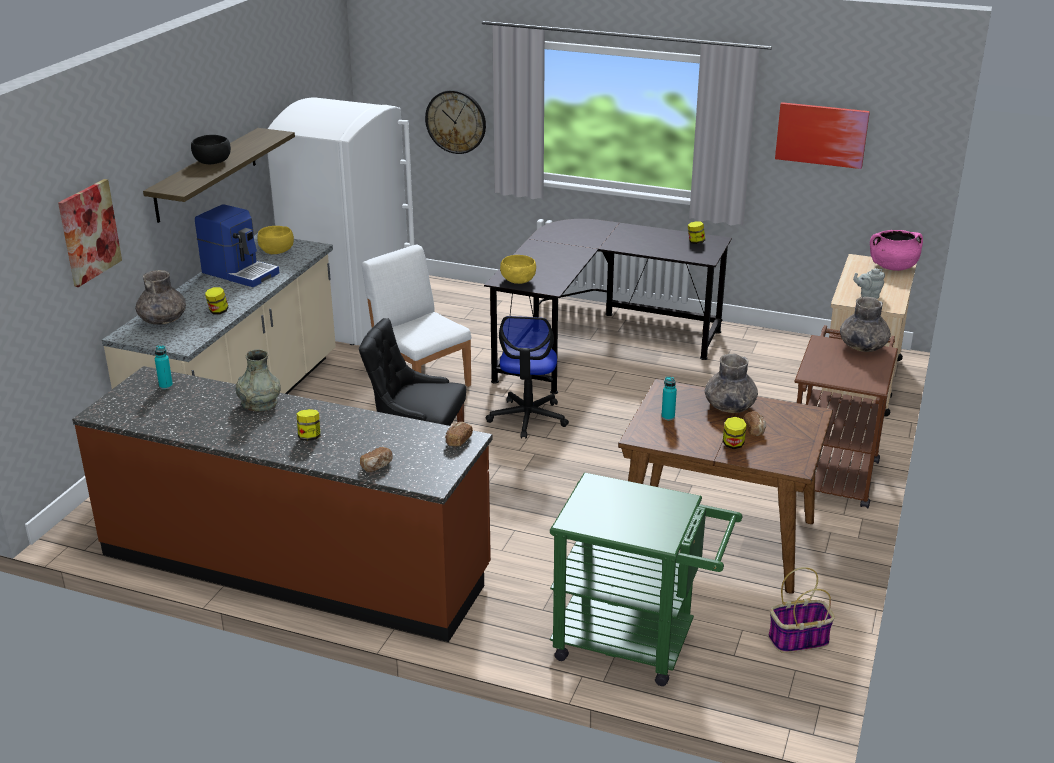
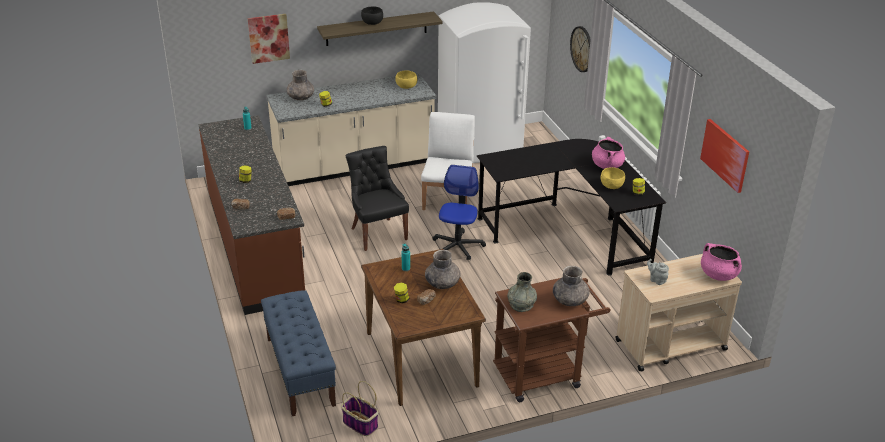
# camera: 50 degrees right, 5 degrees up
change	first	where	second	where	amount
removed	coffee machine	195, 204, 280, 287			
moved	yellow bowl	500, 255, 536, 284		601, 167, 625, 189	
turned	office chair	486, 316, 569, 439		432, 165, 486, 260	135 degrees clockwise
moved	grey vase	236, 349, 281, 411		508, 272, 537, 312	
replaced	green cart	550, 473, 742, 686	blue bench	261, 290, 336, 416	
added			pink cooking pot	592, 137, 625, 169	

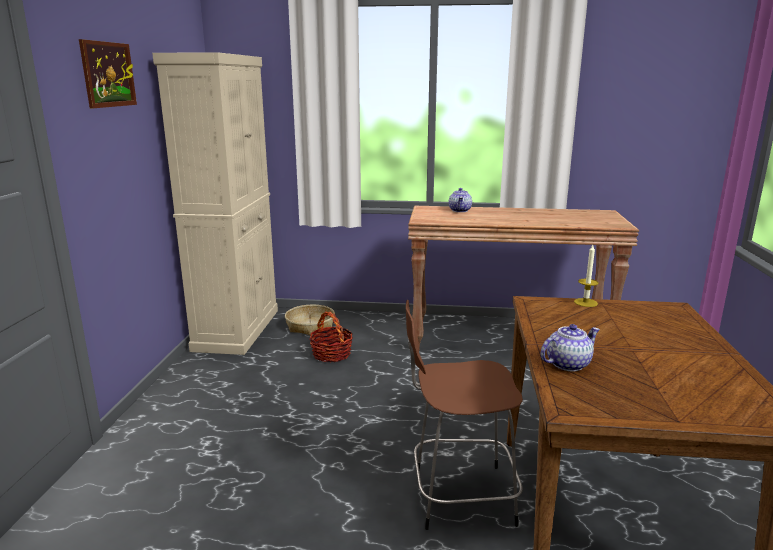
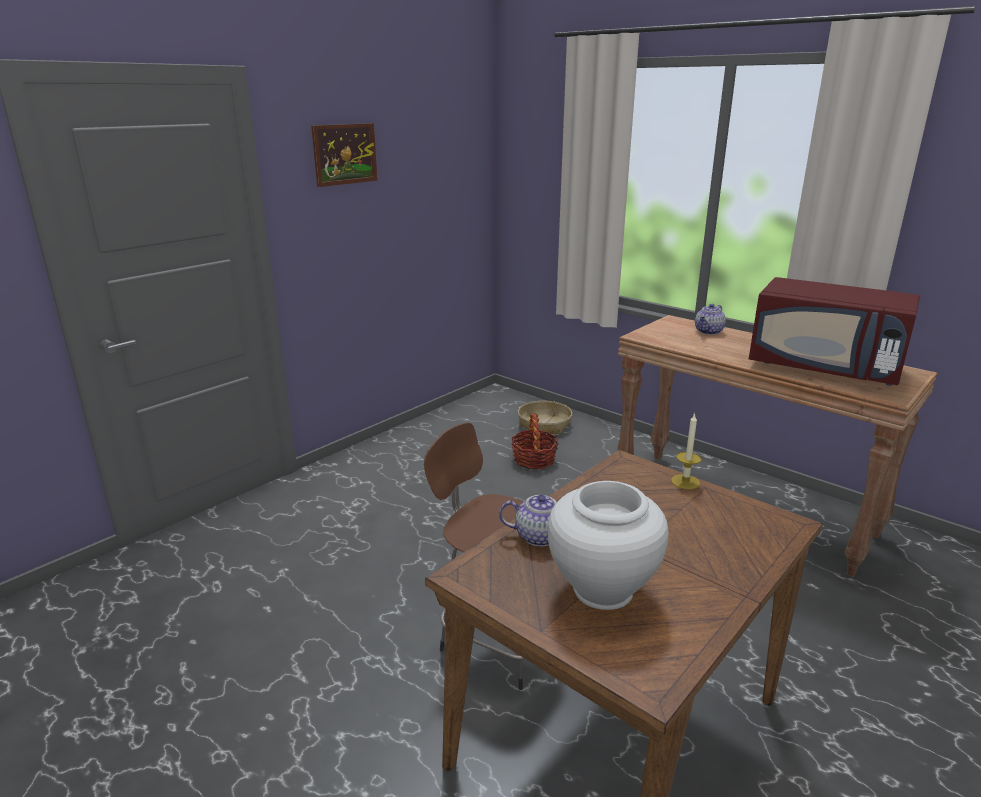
# camera: 35 degrees right, 5 degrees up
change	first	where	second	where	amount
removed	beige cabinet	152, 52, 278, 355			
added			red microwave	749, 277, 920, 386	
added			white vase	548, 481, 668, 610	

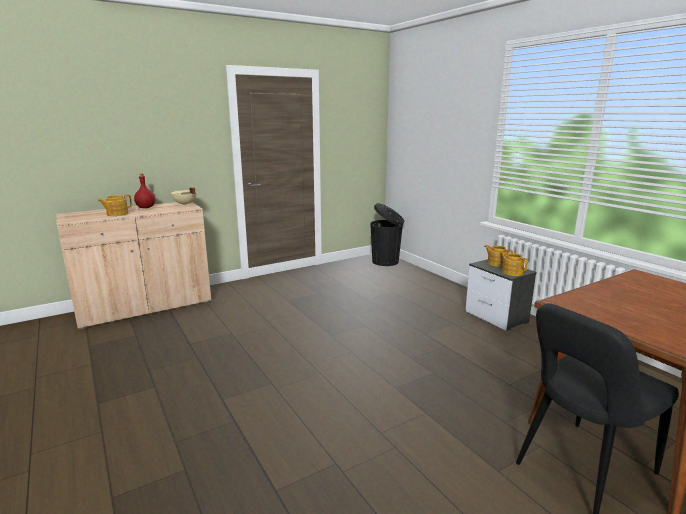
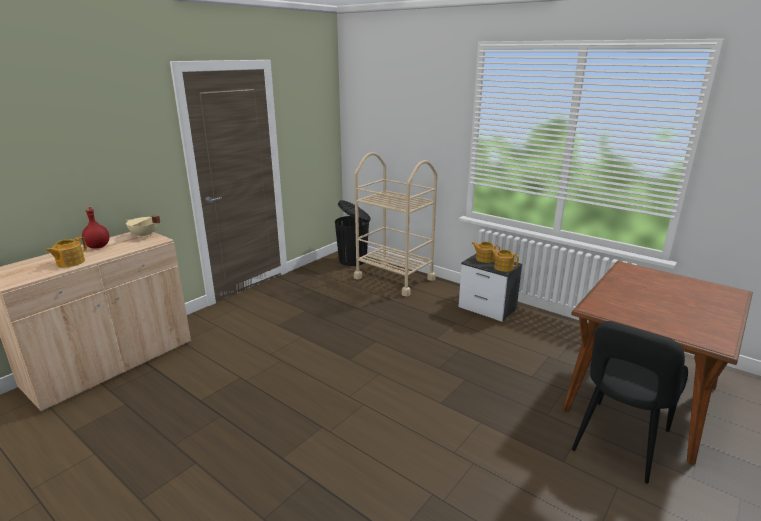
# camera: 20 degrees left, 5 degrees up
change	first	where	second	where	amount
added			beige cart	354, 152, 438, 296	

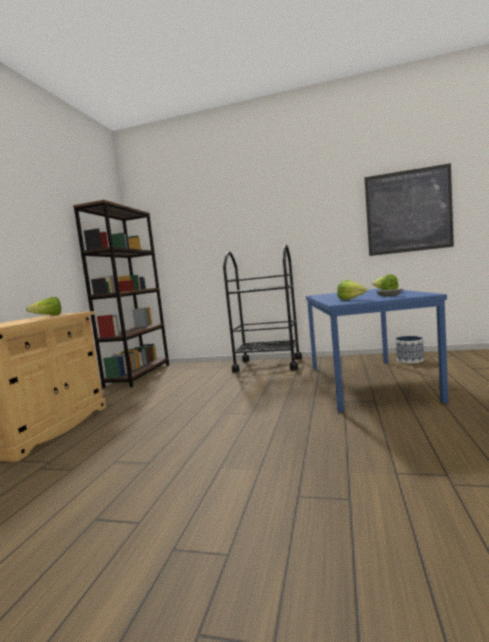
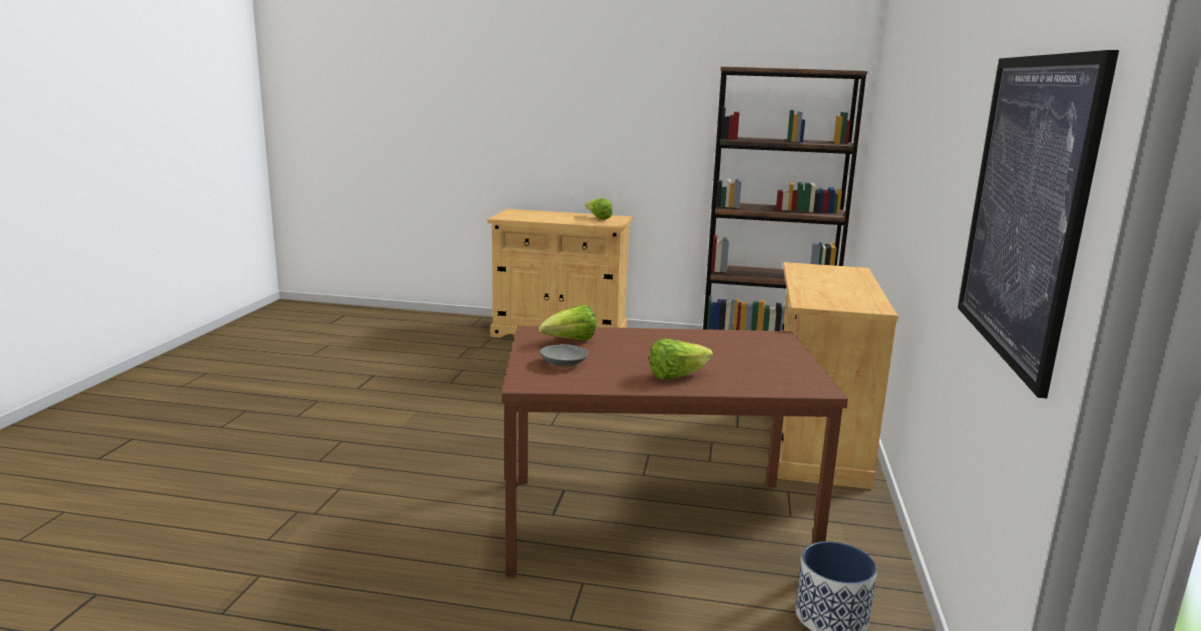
# camera: 85 degrees right, 10 degrees up
change	first	where	second	where	amount
replaced	black cart	223, 244, 302, 372	beige cabinet	777, 262, 898, 489	
recoloured	blue dining table	306, 289, 449, 412	brown dining table	501, 326, 848, 577	

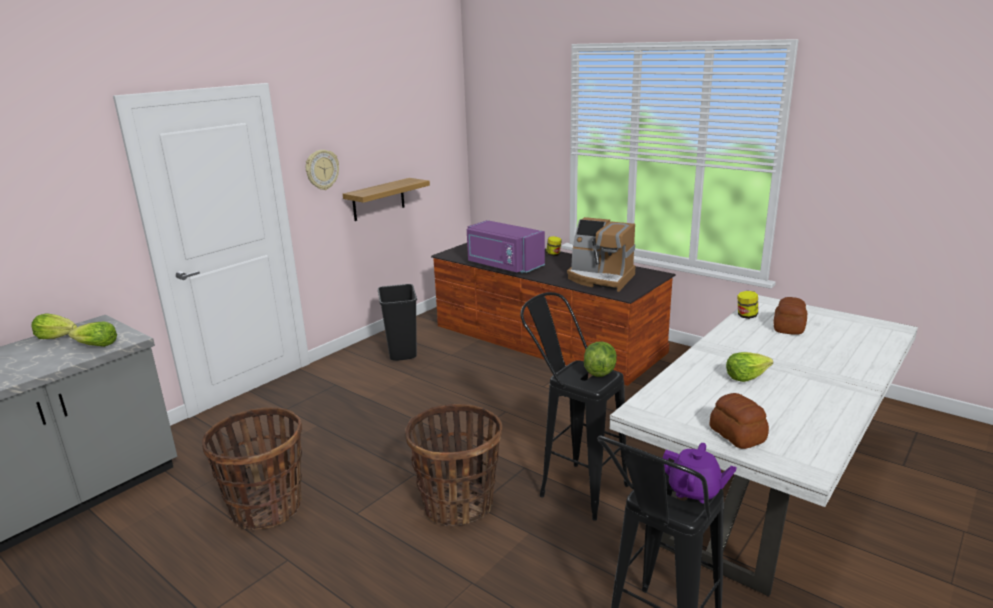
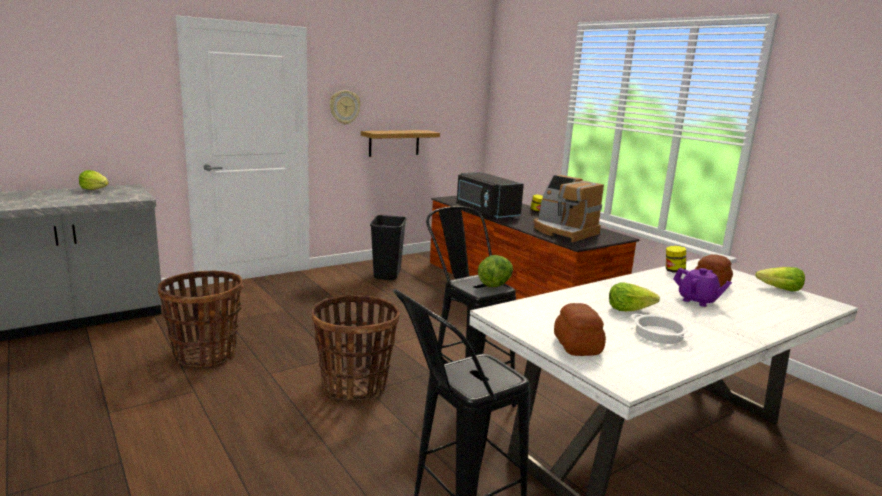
# camera: 15 degrees right, 5 degrees down
change	first	where	second	where	amount
recoloured	purple microwave	467, 220, 545, 273	black microwave	457, 172, 524, 219	
moved	lettuce	68, 322, 117, 347		755, 267, 805, 292	
moved	purple teapot	662, 443, 737, 504		674, 268, 732, 307	
added			cooking pot	631, 314, 693, 344	

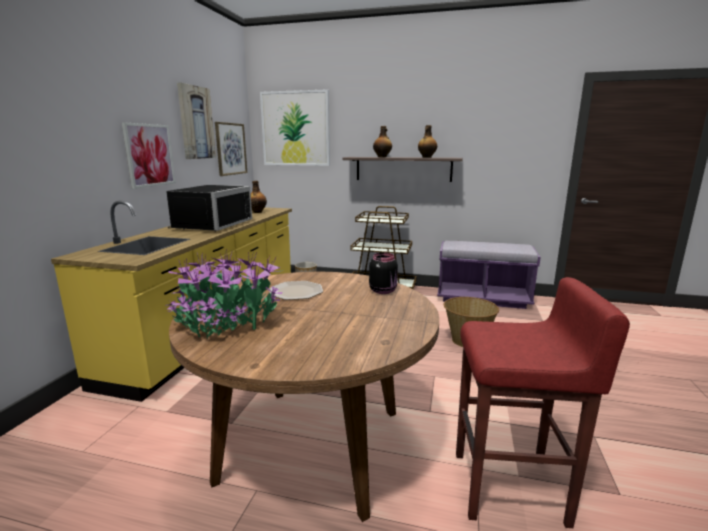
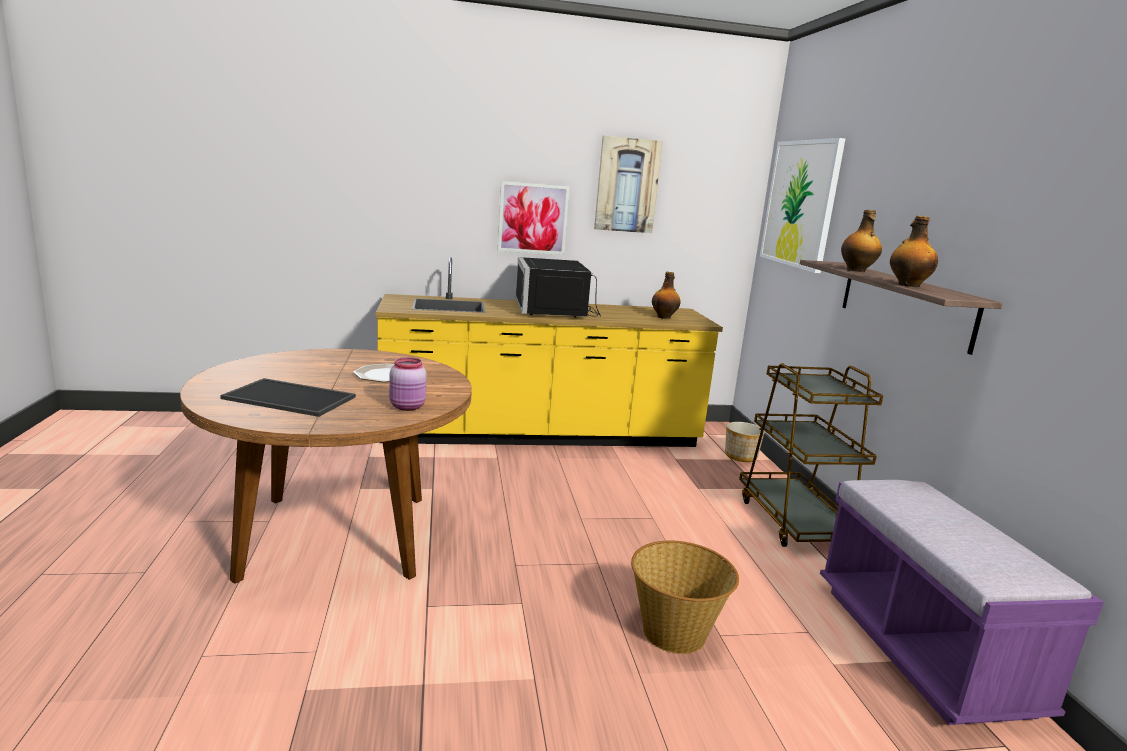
# camera: 65 degrees right, 0 degrees up
change	first	where	second	where	amount
removed	picture	215, 122, 247, 176			
turned	black microwave	166, 185, 252, 231		516, 257, 601, 317	90 degrees clockwise
removed	potted plant	165, 251, 284, 339			
recoloured	black jar	369, 252, 398, 294	pink jar	389, 357, 426, 411	
removed	red stool	456, 277, 630, 528			
added			tray	220, 378, 356, 417	

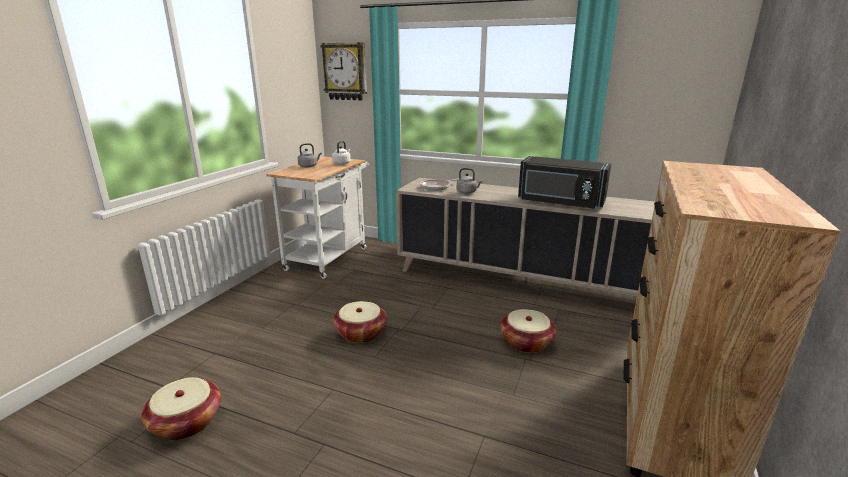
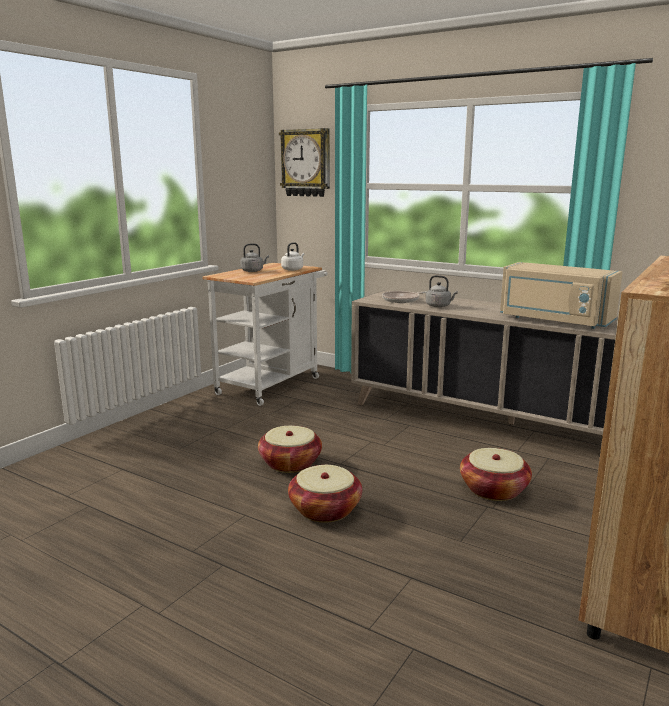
# camera: 10 degrees right, 5 degrees down
change	first	where	second	where	amount
recoloured	black microwave	518, 156, 611, 210	beige microwave	500, 262, 622, 329	
moved	basket	142, 377, 221, 440		288, 465, 362, 523	

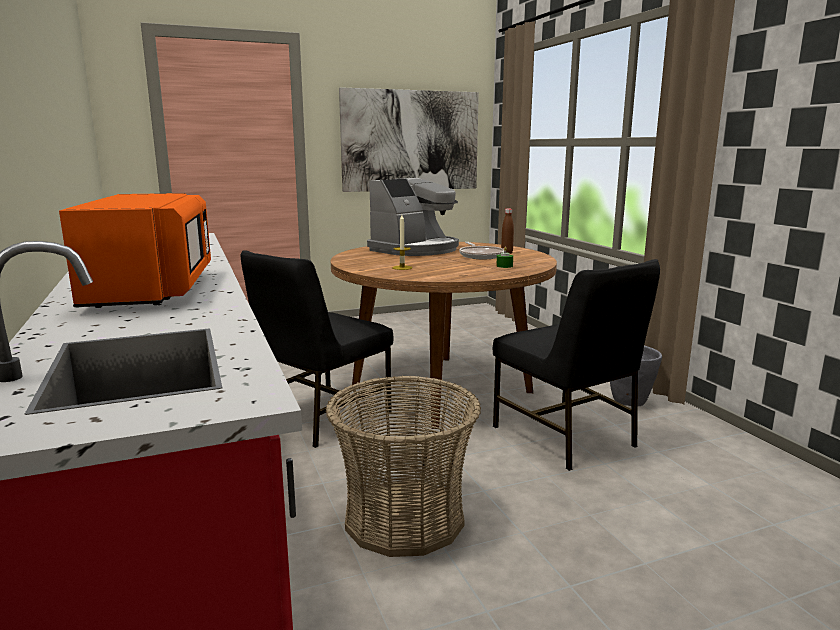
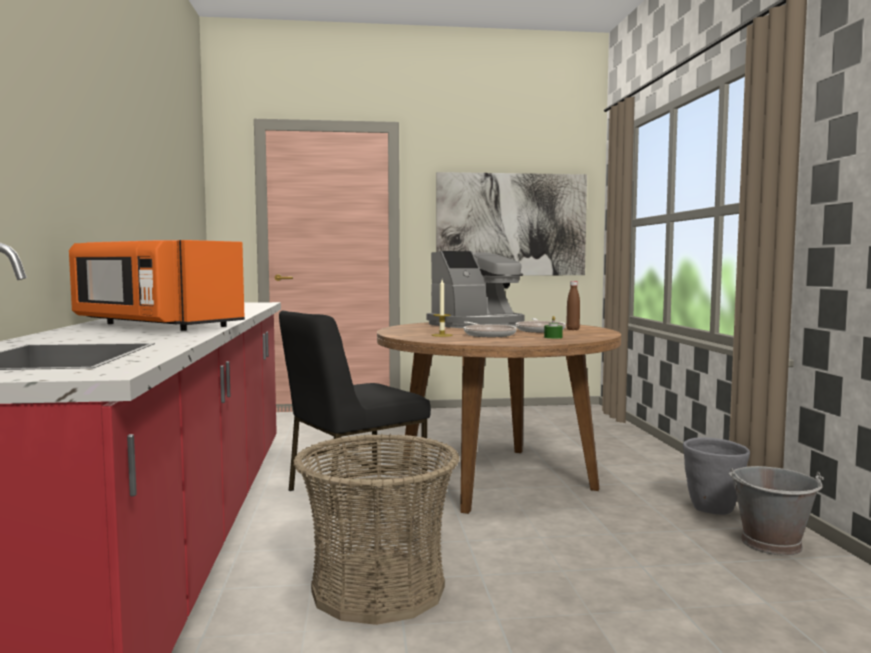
# camera: 15 degrees right, 10 degrees down
change	first	where	second	where	amount
turned	orange microwave	59, 193, 211, 308		69, 240, 245, 331	120 degrees clockwise
removed	black chair	493, 259, 660, 471			
added			frying pan	464, 322, 517, 337	
added			grey bucket	728, 466, 824, 556	

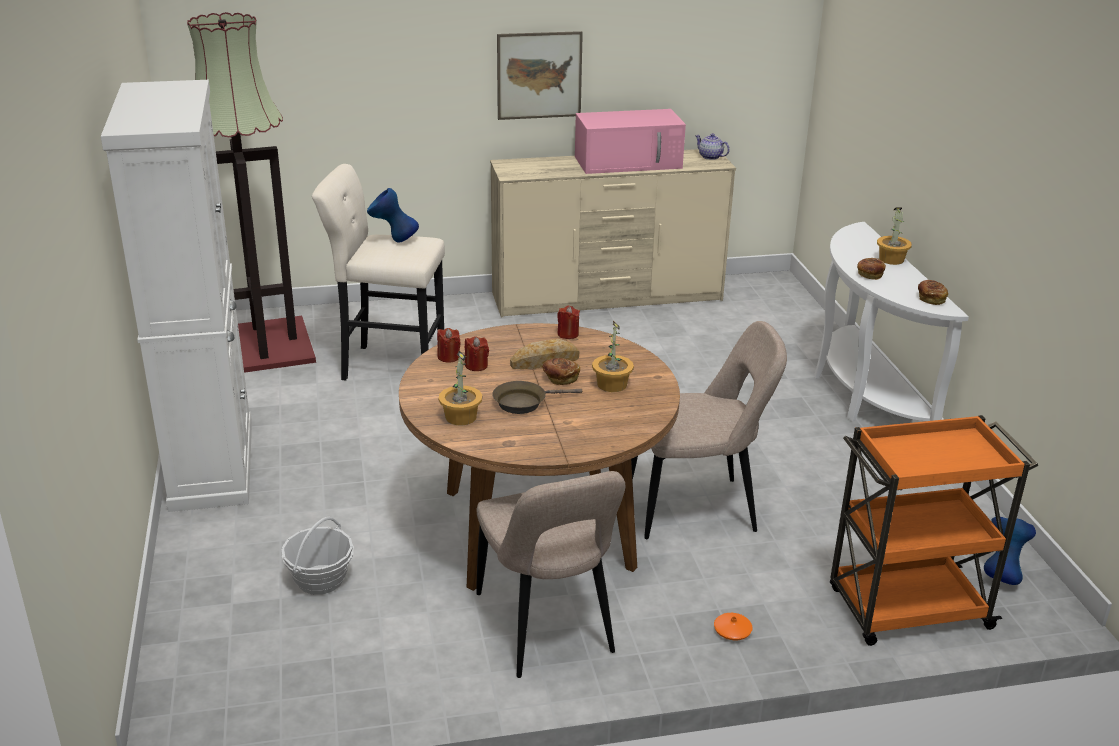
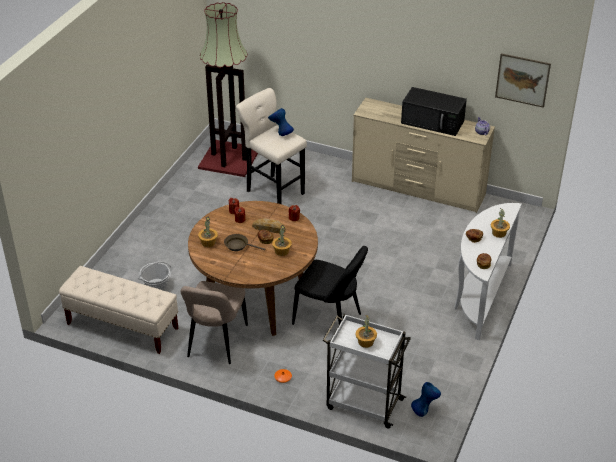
# camera: 35 degrees right, 10 degrees up
change	first	where	second	where	amount
moved	picture	497, 31, 583, 120		495, 53, 551, 108	
removed	white cabinet	101, 80, 252, 512			
recoloured	pink microwave	575, 109, 686, 174	black microwave	401, 87, 467, 136	
recoloured	beige chair	631, 321, 787, 539	black chair	292, 246, 368, 325	
recoloured	orange cart	830, 415, 1038, 646	white cart	323, 314, 411, 429	
added			beige bench	59, 266, 178, 354	
added			potted plant	356, 315, 377, 348	

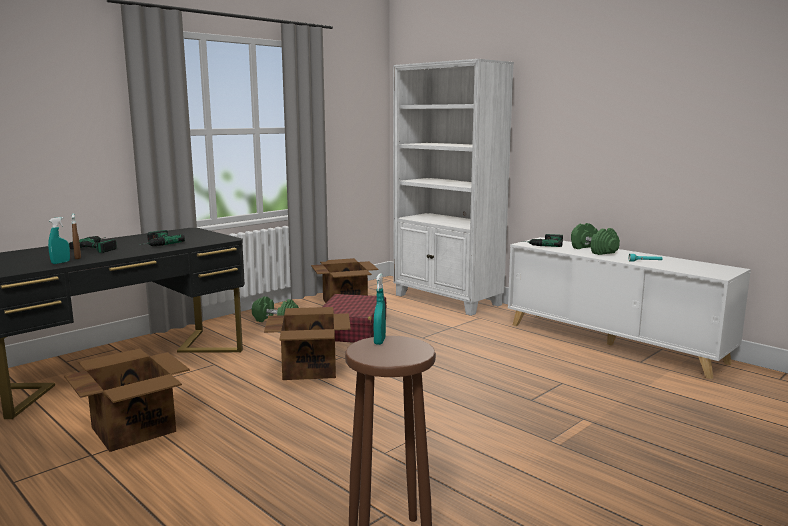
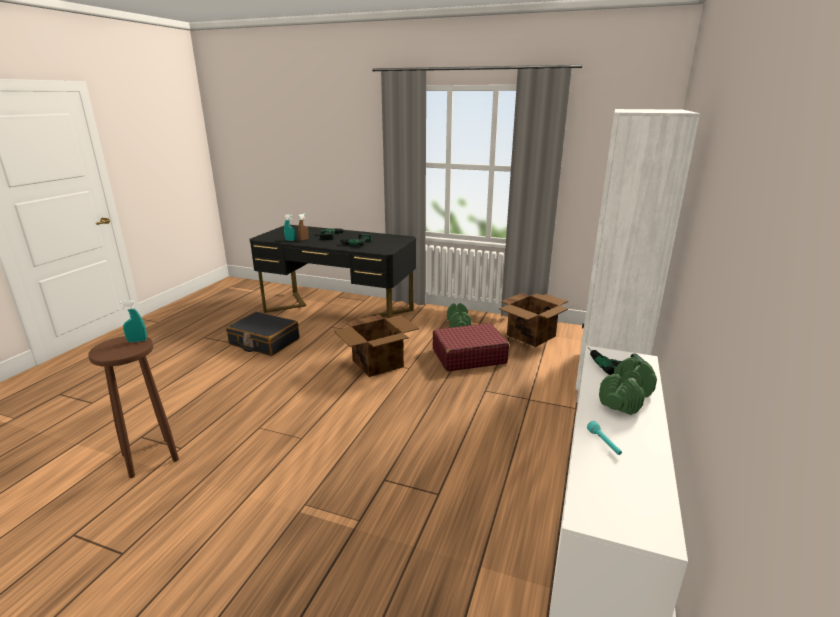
# camera: 65 degrees right, 10 degrees up
change	first	where	second	where	amount
replaced	cardboard box	64, 348, 190, 452	black suitcase	226, 312, 299, 356	

